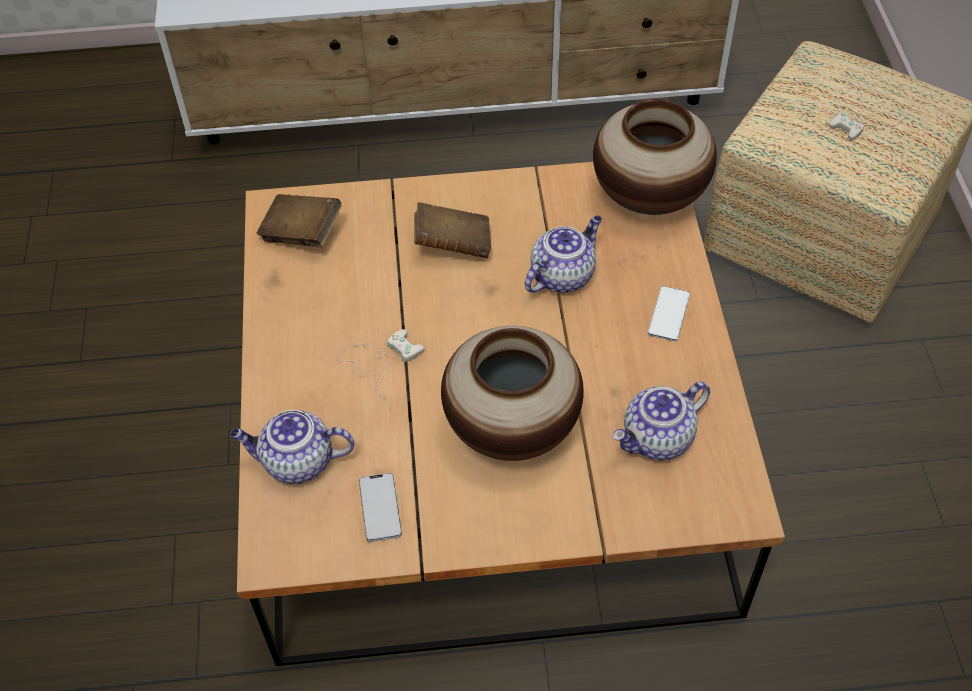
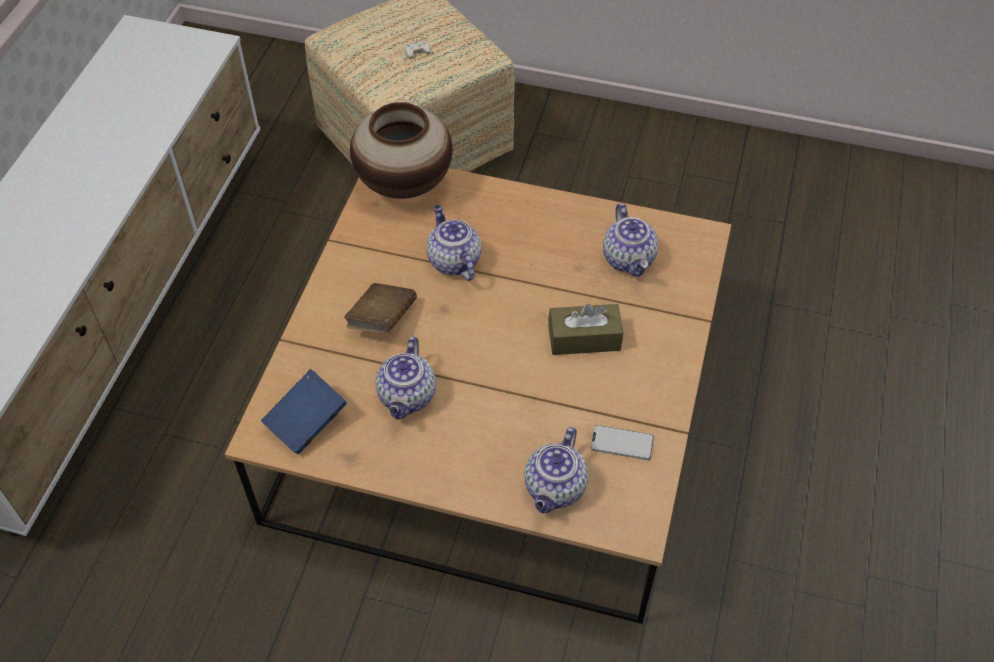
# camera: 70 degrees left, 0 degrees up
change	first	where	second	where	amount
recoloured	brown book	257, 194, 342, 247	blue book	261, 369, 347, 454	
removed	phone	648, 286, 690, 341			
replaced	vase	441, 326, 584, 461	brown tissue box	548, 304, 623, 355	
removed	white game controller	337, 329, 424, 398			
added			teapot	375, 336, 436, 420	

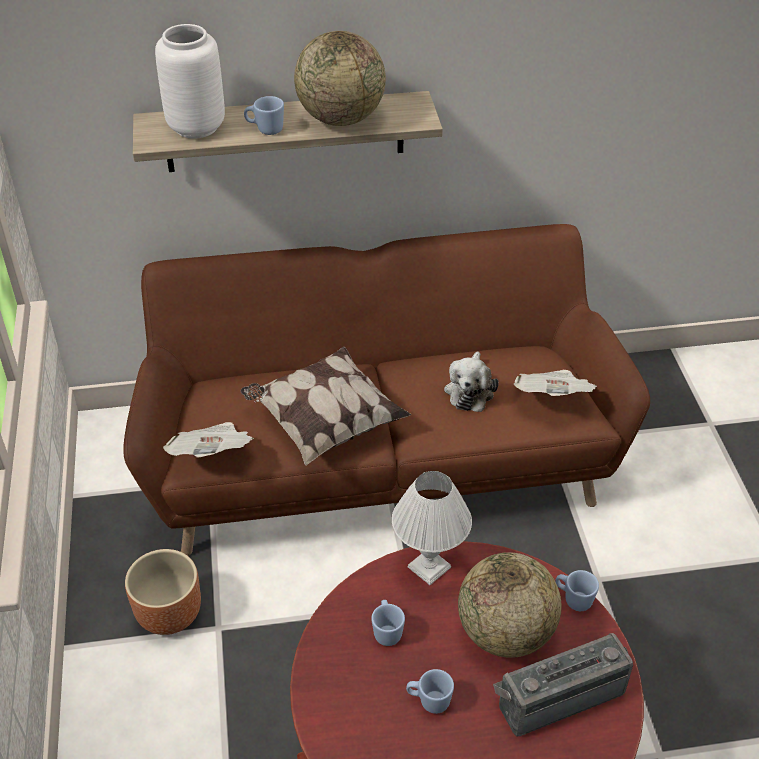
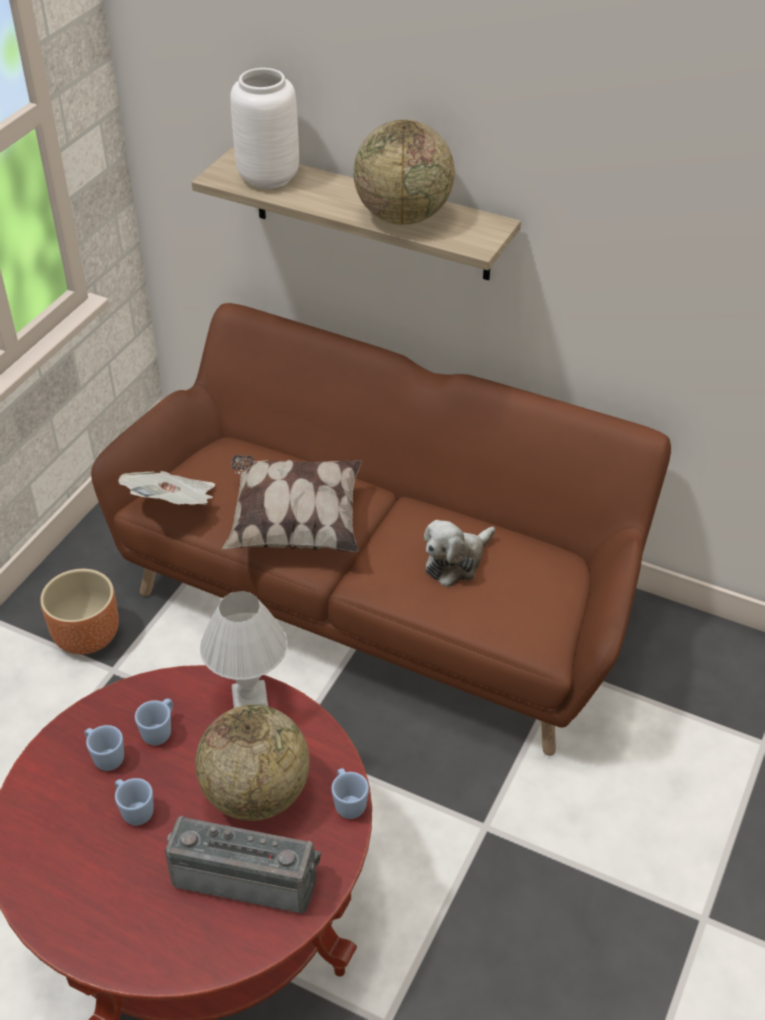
# camera: 35 degrees right, 0 degrees up
change	first	where	second	where	amount
moved	blue mug	244, 96, 284, 135		85, 725, 124, 771	
removed	newspaper	514, 370, 597, 396			

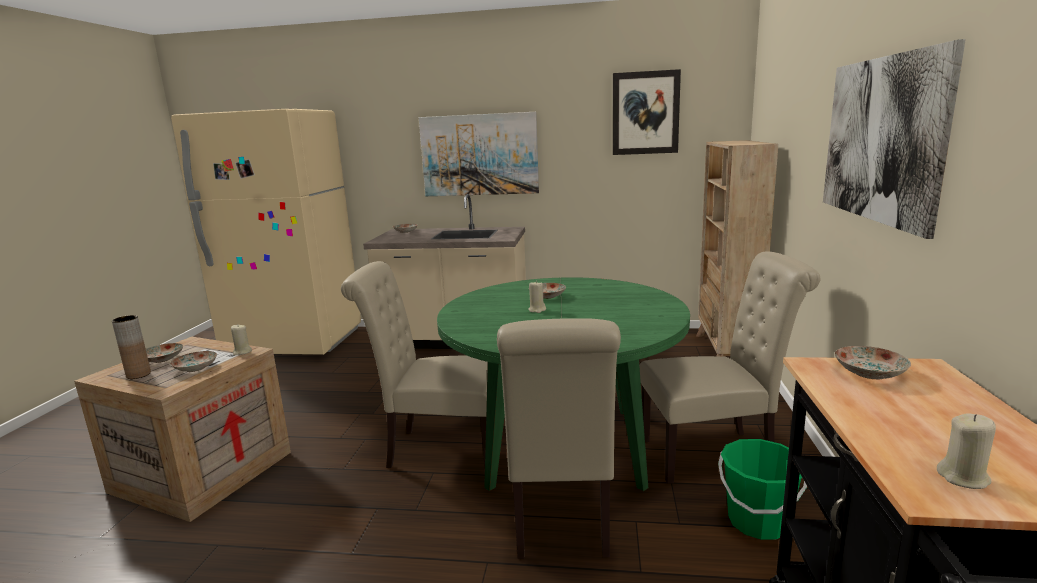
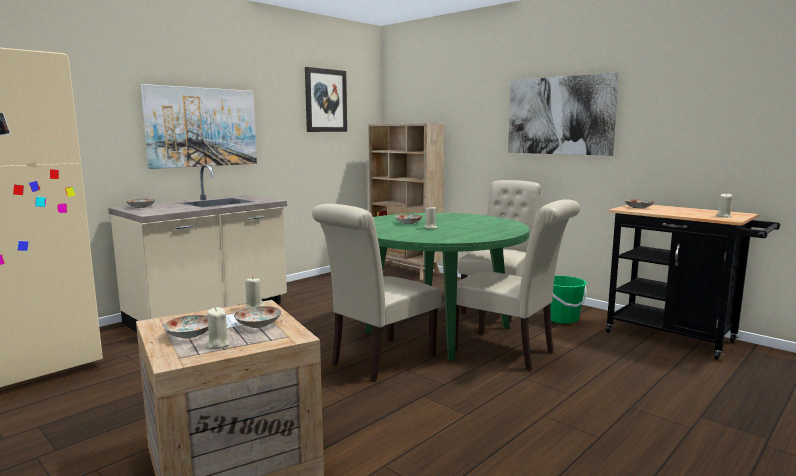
# camera: 55 degrees left, 5 degrees down
change	first	where	second	where	amount
replaced	brown vase	112, 315, 151, 379	beige candle	206, 307, 230, 349	

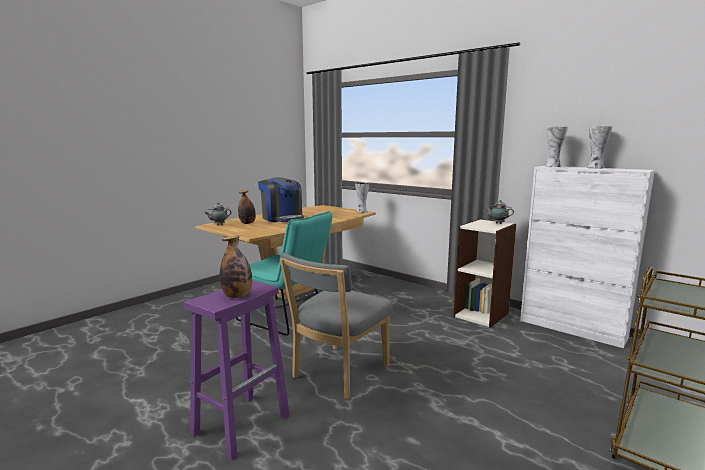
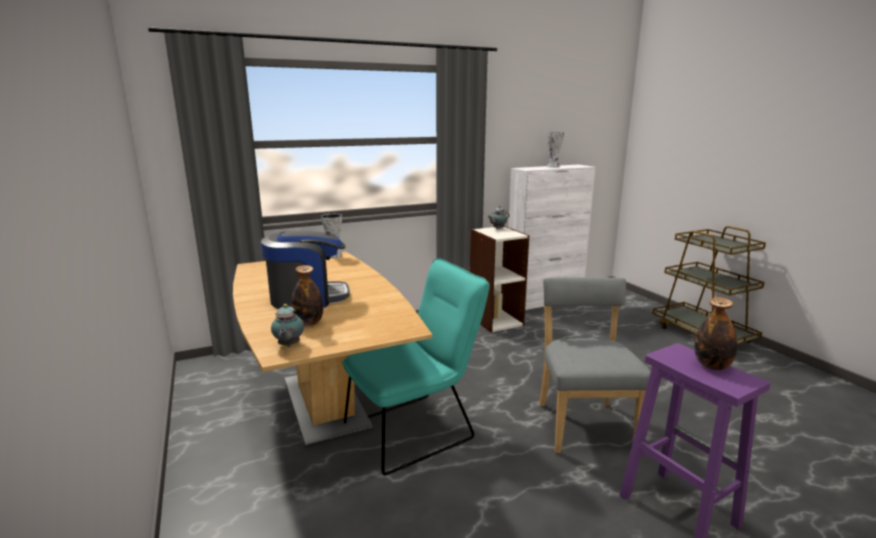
# camera: 65 degrees left, 5 degrees up
change	first	where	second	where	amount
removed	vase	545, 127, 568, 167			
turned	grey chair	280, 253, 393, 399		539, 277, 651, 453	150 degrees counterclockwise

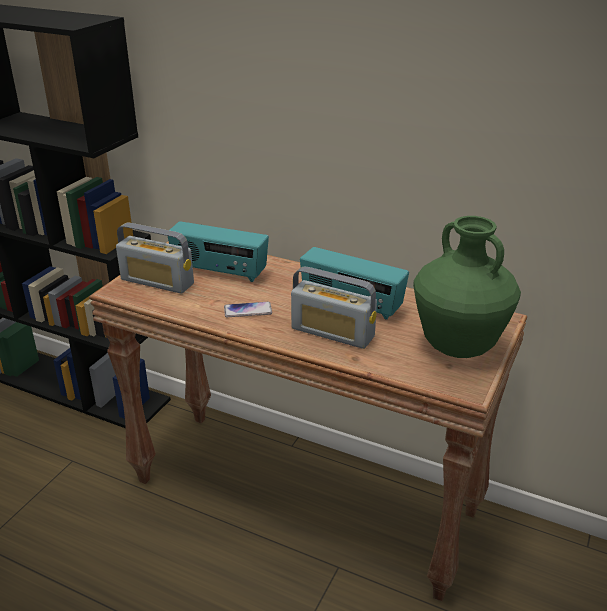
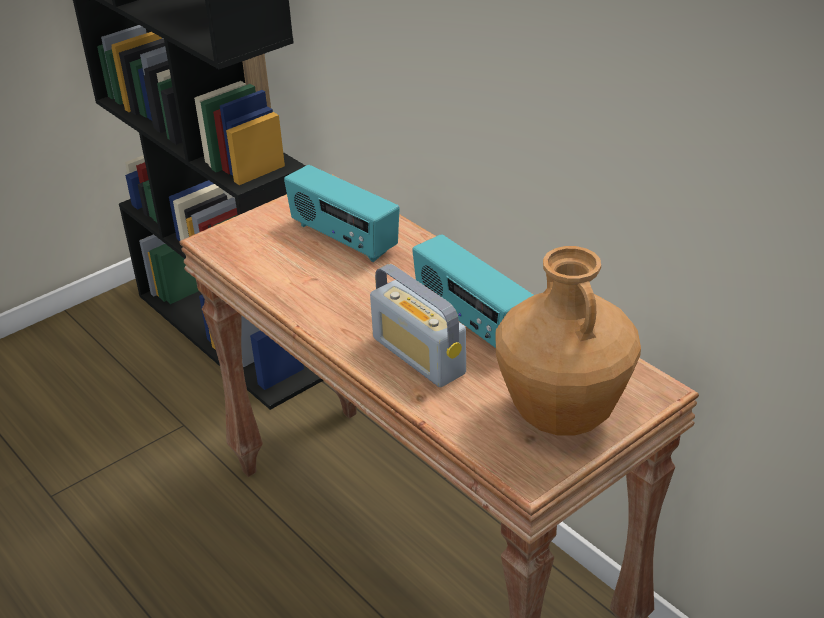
# camera: 25 degrees right, 5 degrees up
change	first	where	second	where	amount
recoloured	green vase	413, 216, 521, 358	brown vase	496, 246, 641, 436	
removed	radio	116, 222, 194, 294			
removed	phone	224, 302, 272, 317			

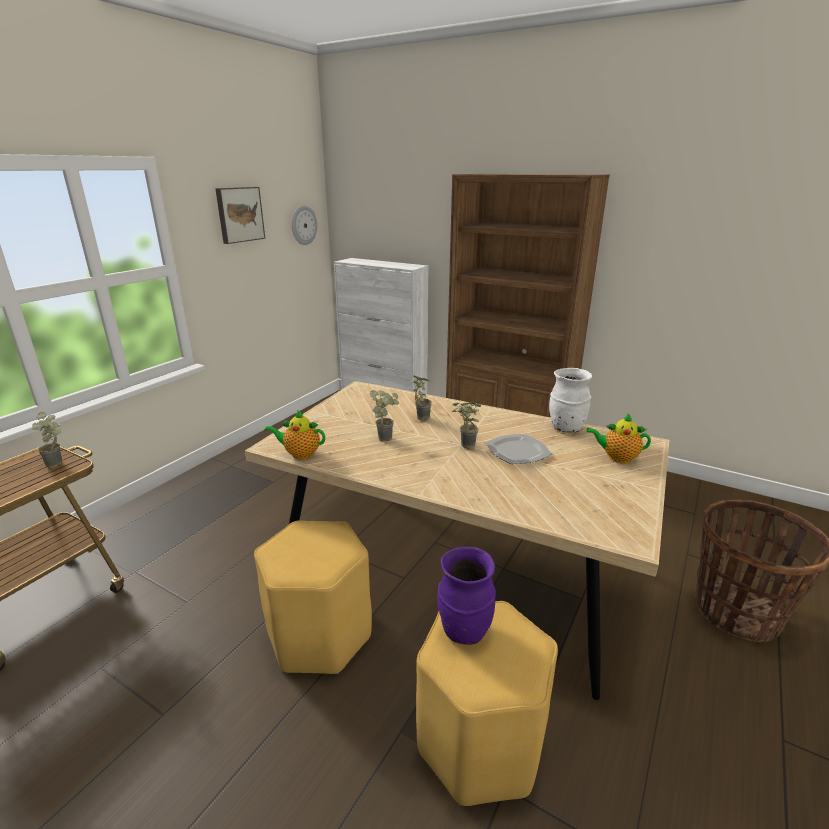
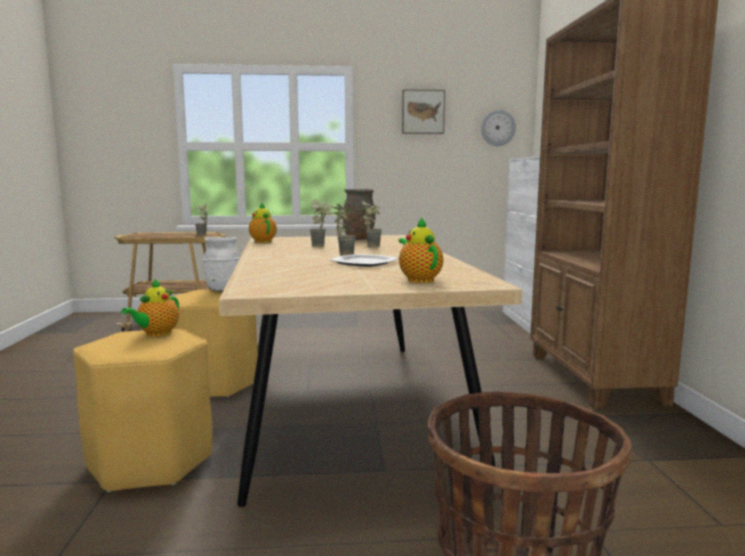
# camera: 55 degrees right, 15 degrees down
change	first	where	second	where	amount
moved	white vase	549, 368, 592, 432		203, 237, 240, 292	
replaced	purple vase	437, 547, 496, 645	teapot	121, 279, 179, 337	
added			brown vase	343, 189, 376, 240	

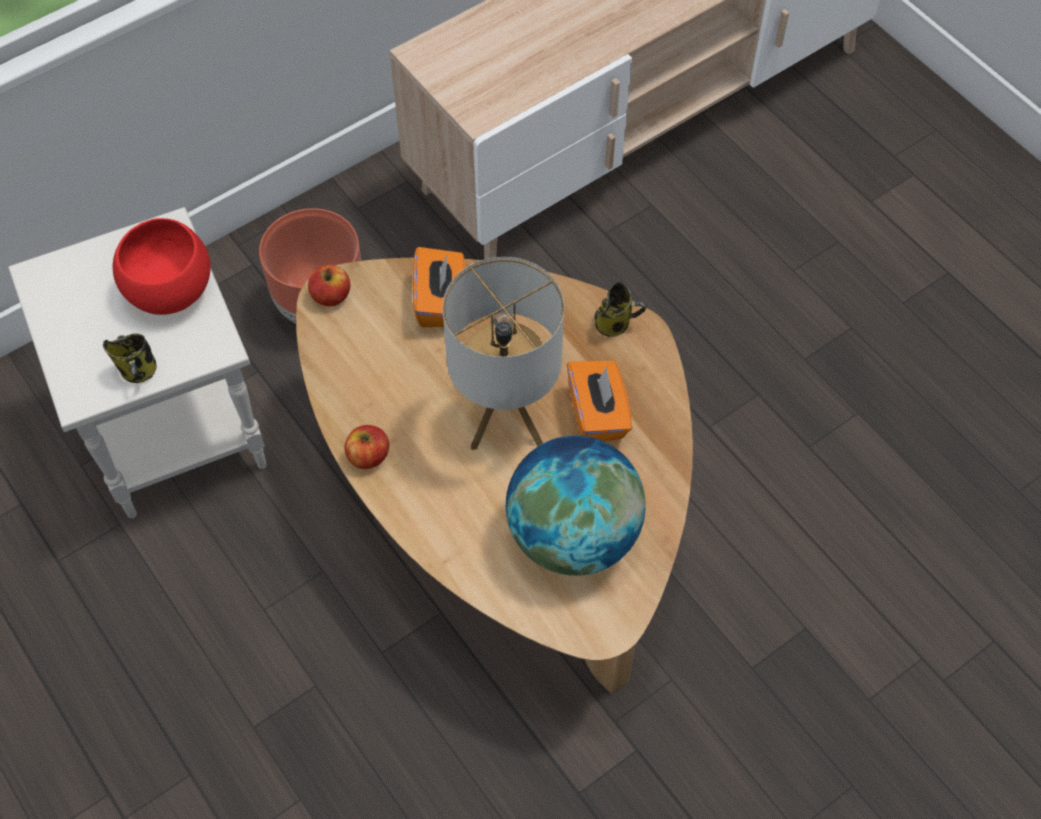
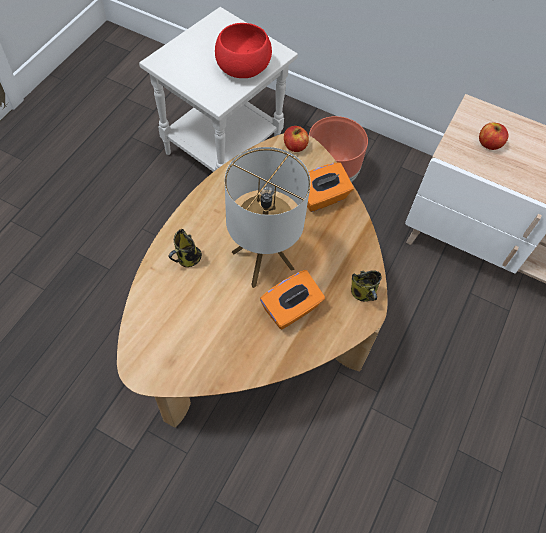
# camera: 60 degrees right, 0 degrees up
change	first	where	second	where	amount
moved	mug	103, 333, 157, 383		168, 229, 202, 267	
moved	apple	344, 425, 389, 469		479, 122, 508, 150	
removed	globe	506, 435, 646, 576			

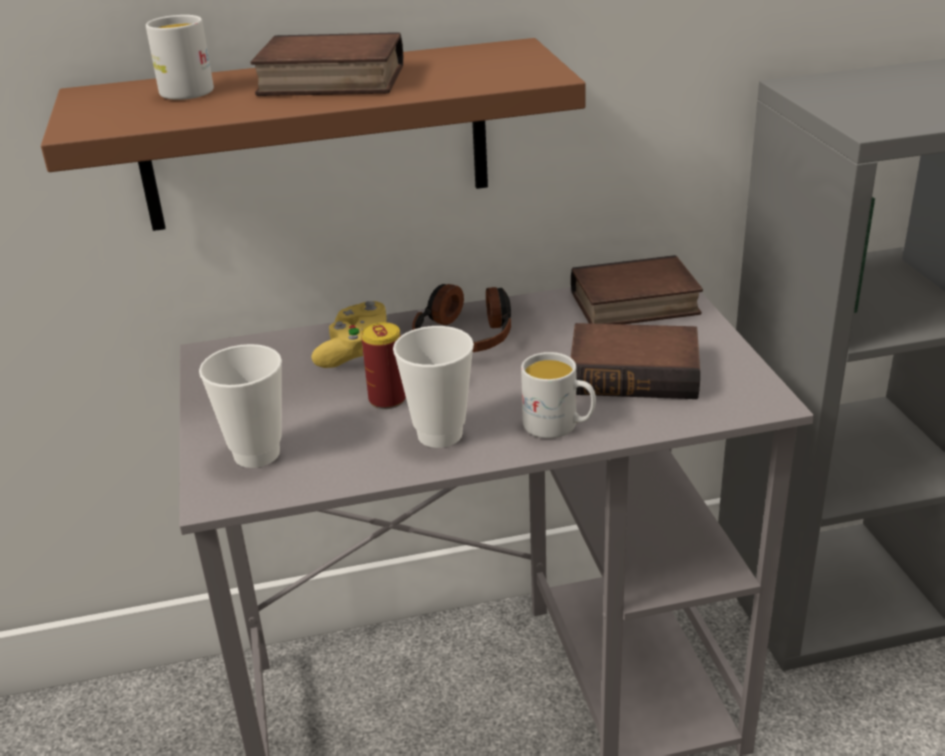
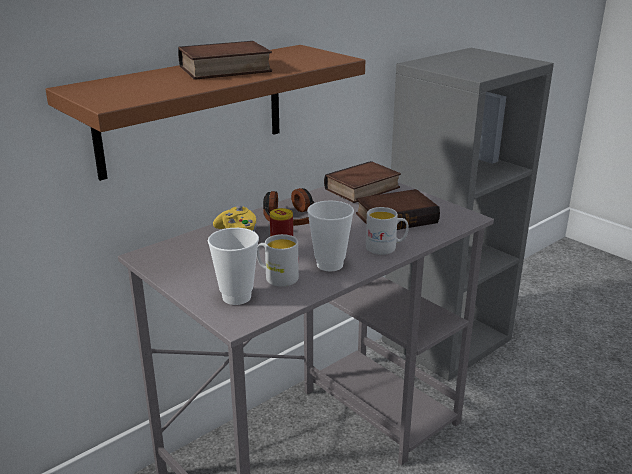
# camera: 30 degrees left, 5 degrees down
change	first	where	second	where	amount
moved	white mug	146, 15, 214, 100		257, 234, 299, 287	

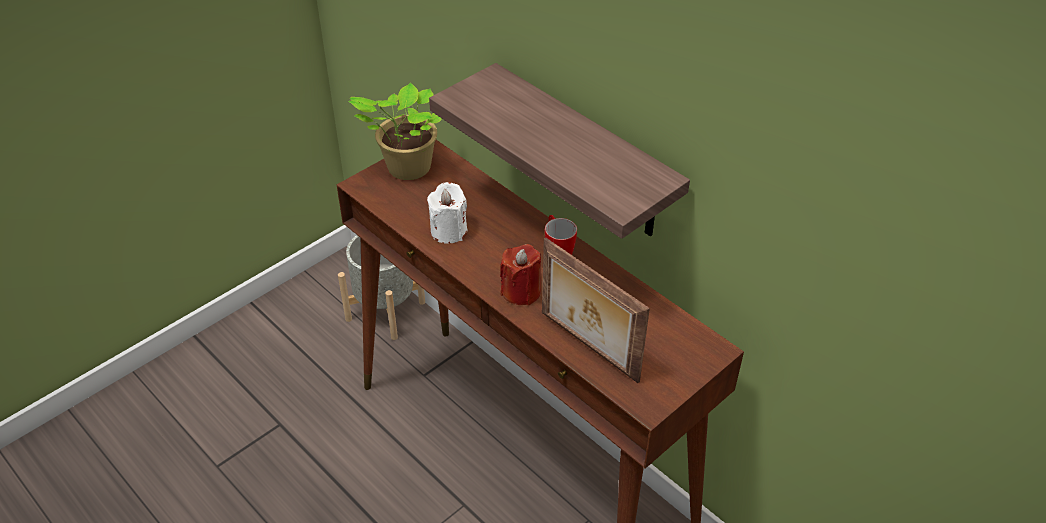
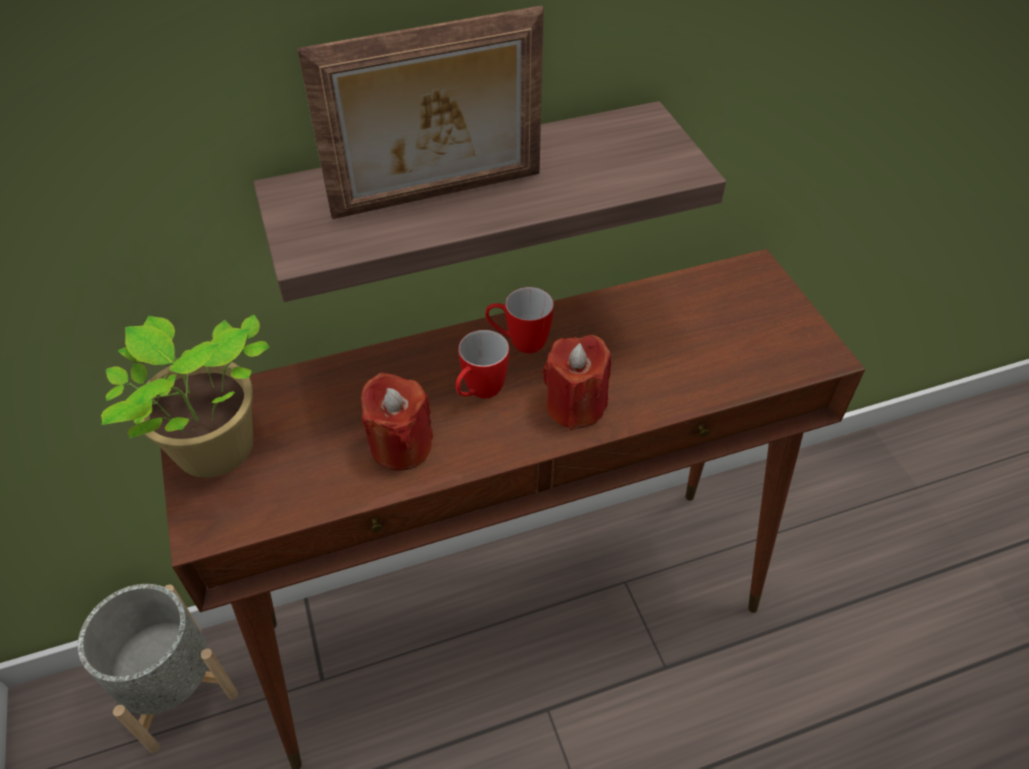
# camera: 65 degrees left, 5 degrees up
change	first	where	second	where	amount
recoloured	white candle	427, 182, 467, 244	red candle	361, 372, 433, 471	
moved	picture frame	542, 238, 650, 383		297, 5, 544, 219	
added			mug	455, 330, 509, 398	

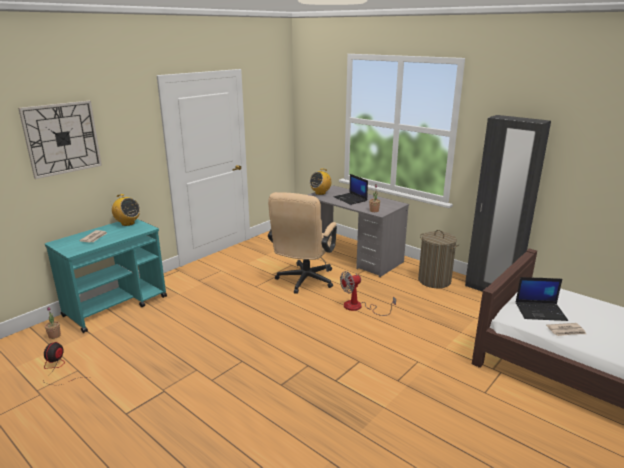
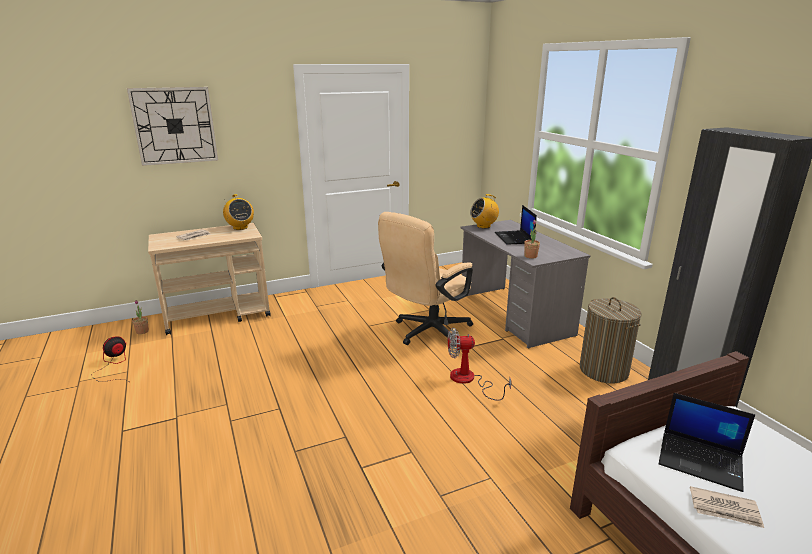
# camera: 25 degrees right, 0 degrees up
change	first	where	second	where	amount
recoloured	turquoise cart	45, 219, 167, 333	beige cart	148, 223, 271, 335	

